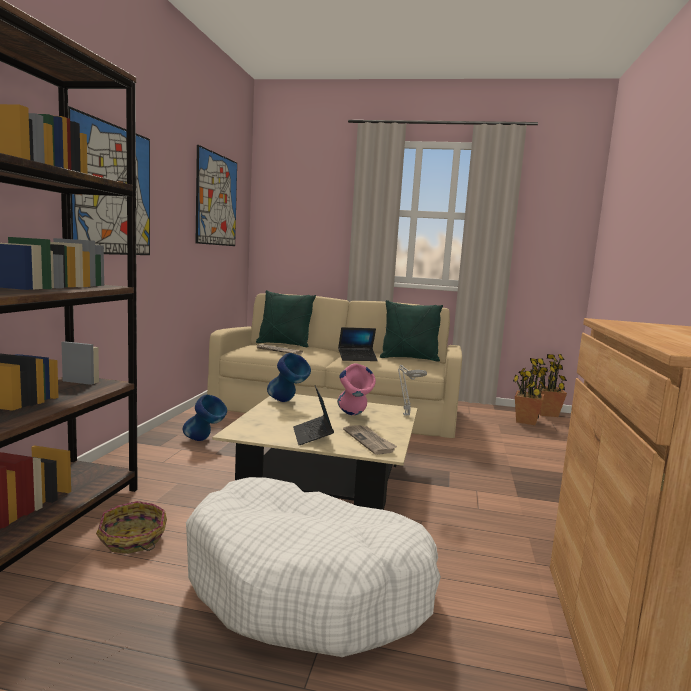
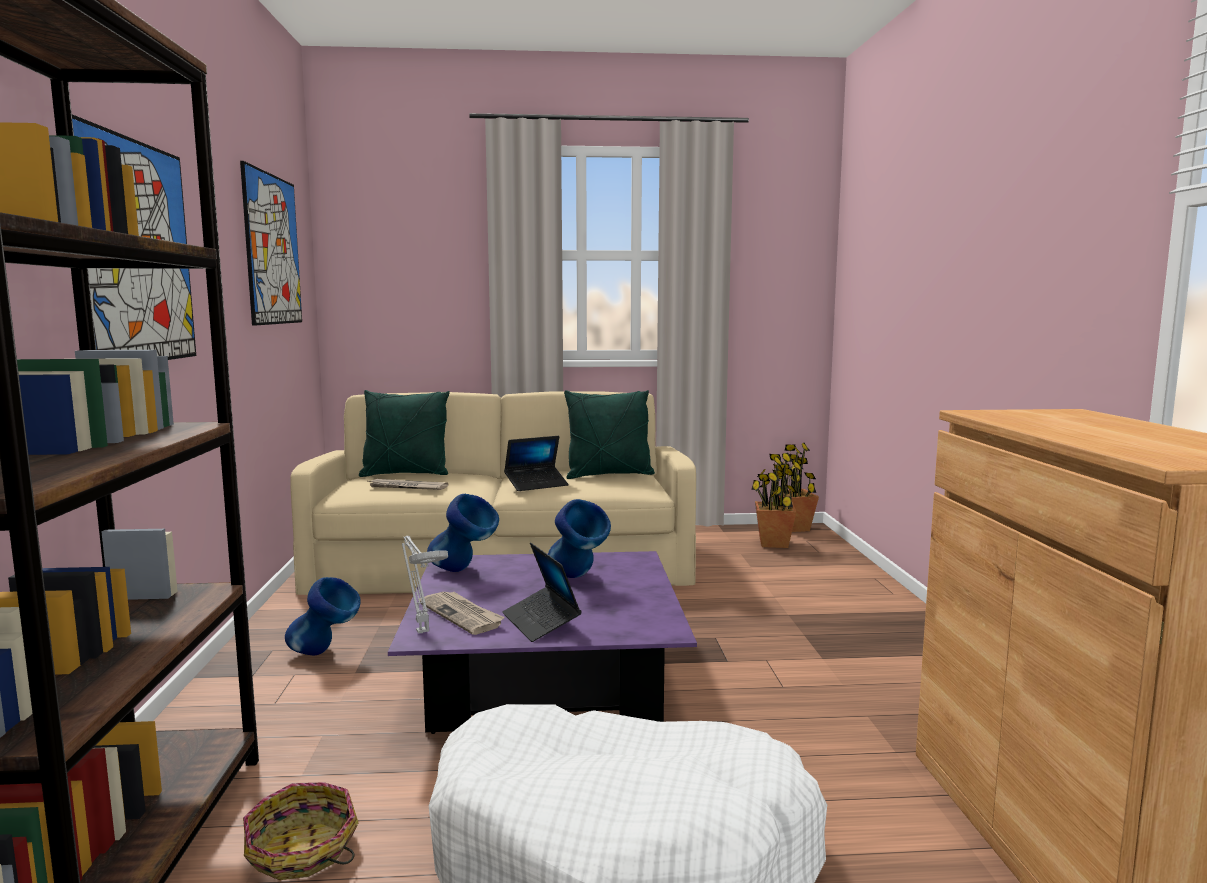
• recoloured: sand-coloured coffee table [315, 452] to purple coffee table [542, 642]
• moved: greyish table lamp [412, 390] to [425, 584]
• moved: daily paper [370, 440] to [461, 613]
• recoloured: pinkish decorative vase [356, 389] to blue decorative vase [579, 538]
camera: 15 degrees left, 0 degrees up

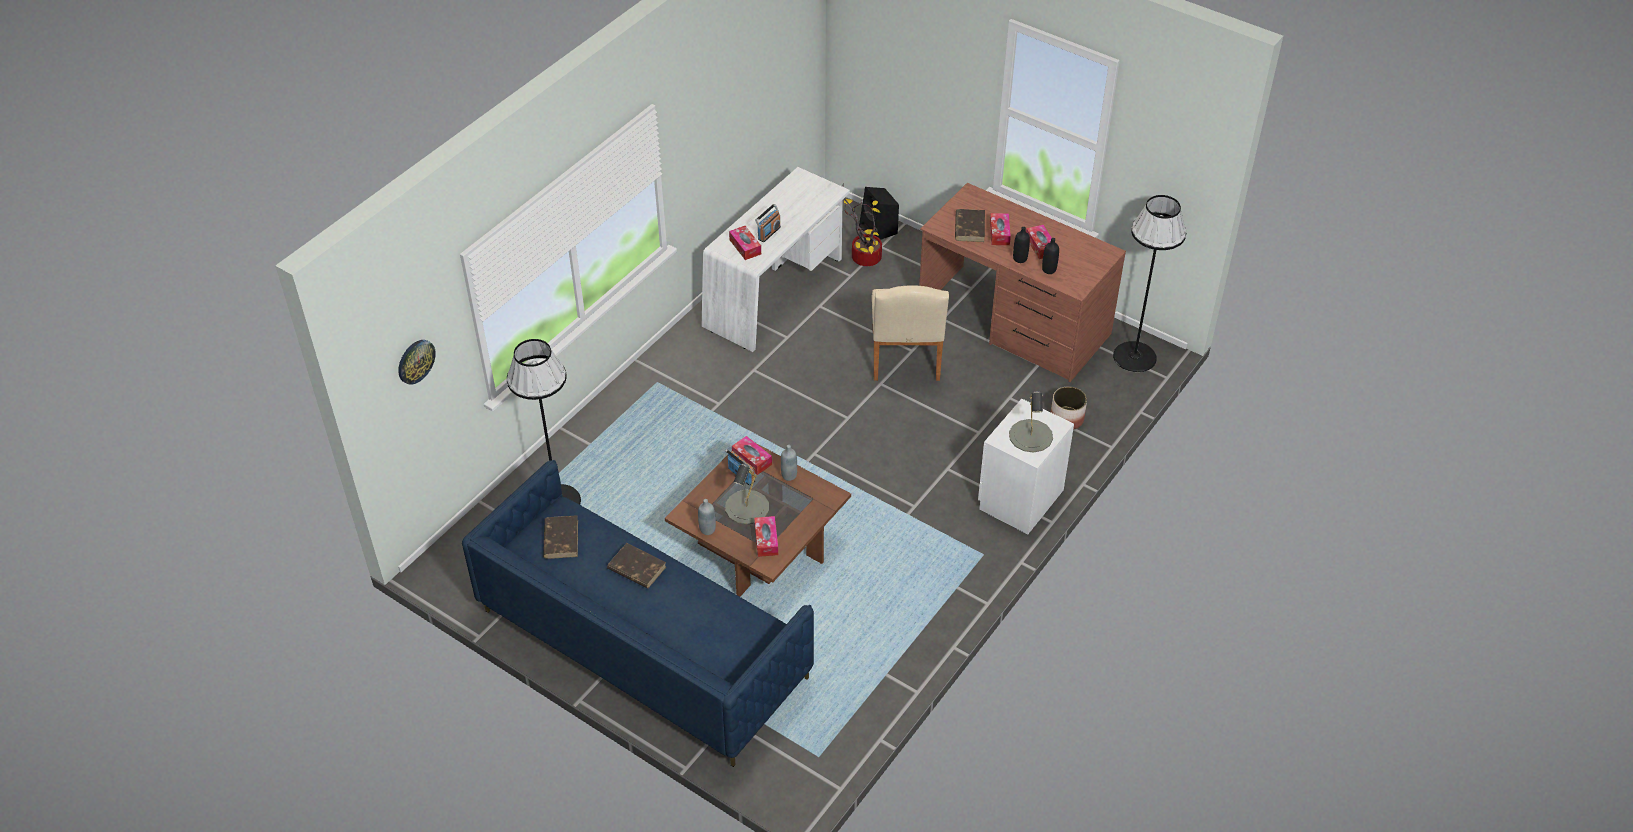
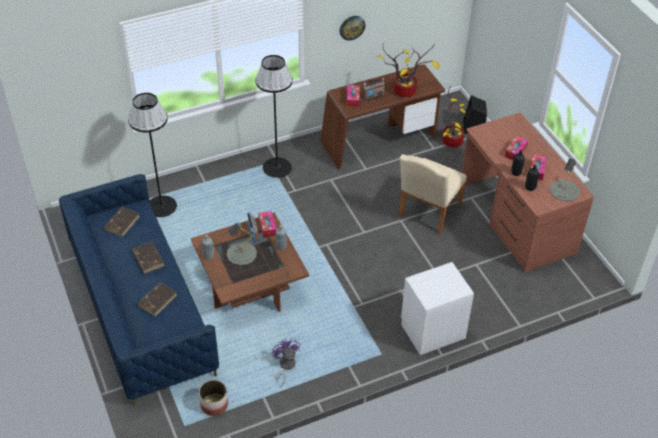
• moved: brown book [970, 225] to [157, 299]
• moved: plant pot [1069, 408] to [213, 398]
• moved: blackish floor lamp [1149, 283] to [274, 116]
• added: purple fan [286, 362]
• recoloured: whitish desk table [776, 259] to brown desk table [382, 116]
• moved: hanging clock [417, 362] to [352, 28]
• added: houseplant [408, 70]
• moved: greyish table lamp [1031, 422] to [565, 179]
• removed: box of tissues [766, 536]
camera: 30 degrees right, 0 degrees up

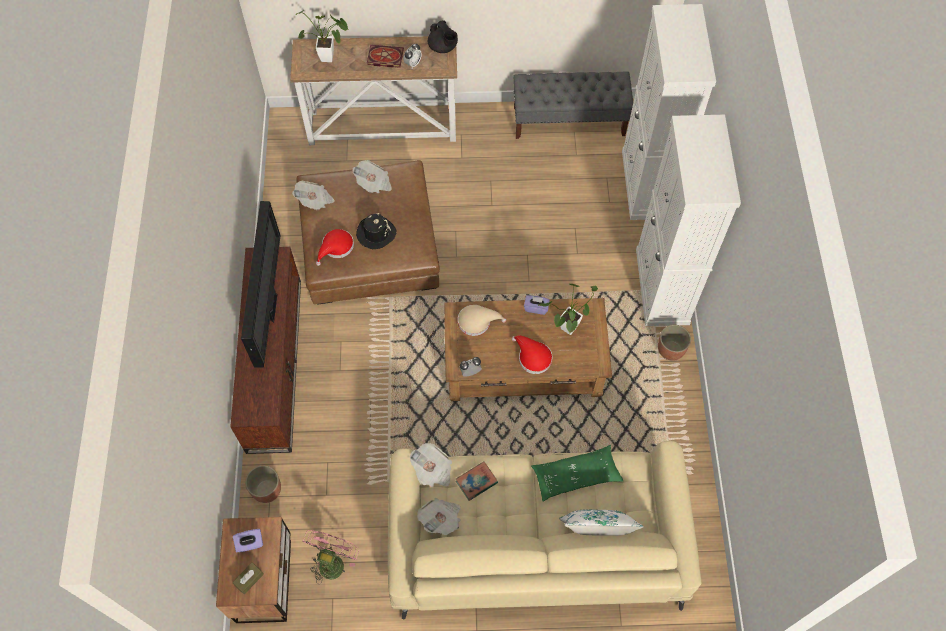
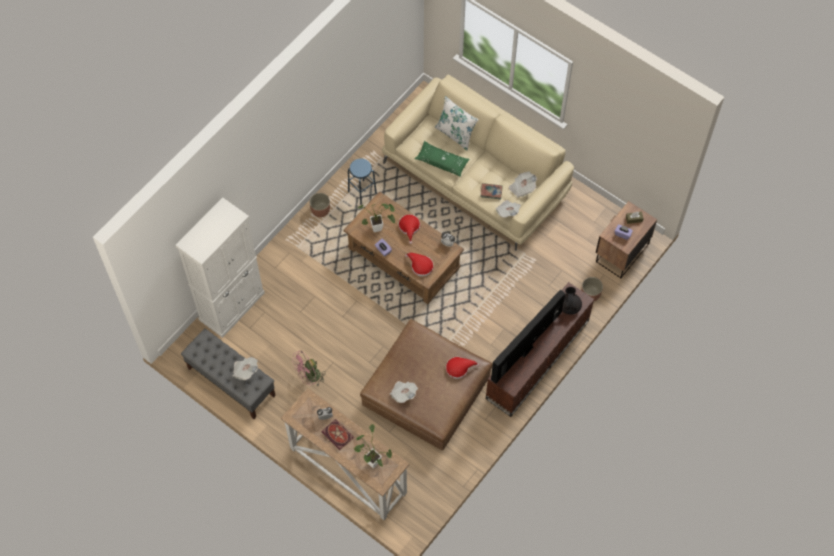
• moved: daily paper [313, 195] to [245, 368]
• moved: pinkish fan [331, 557] to [309, 368]
• added: blue stool [362, 182]
• recoloured: sand-coloured wearable hat [482, 320] to reddish wearable hat [419, 265]
• moved: blackish pot for tea [443, 36] to [572, 301]
• removed: blackish wearable hat [376, 231]
• removed: whitish storage cabinet [688, 220]
camera: 140 degrees left, 0 degrees up

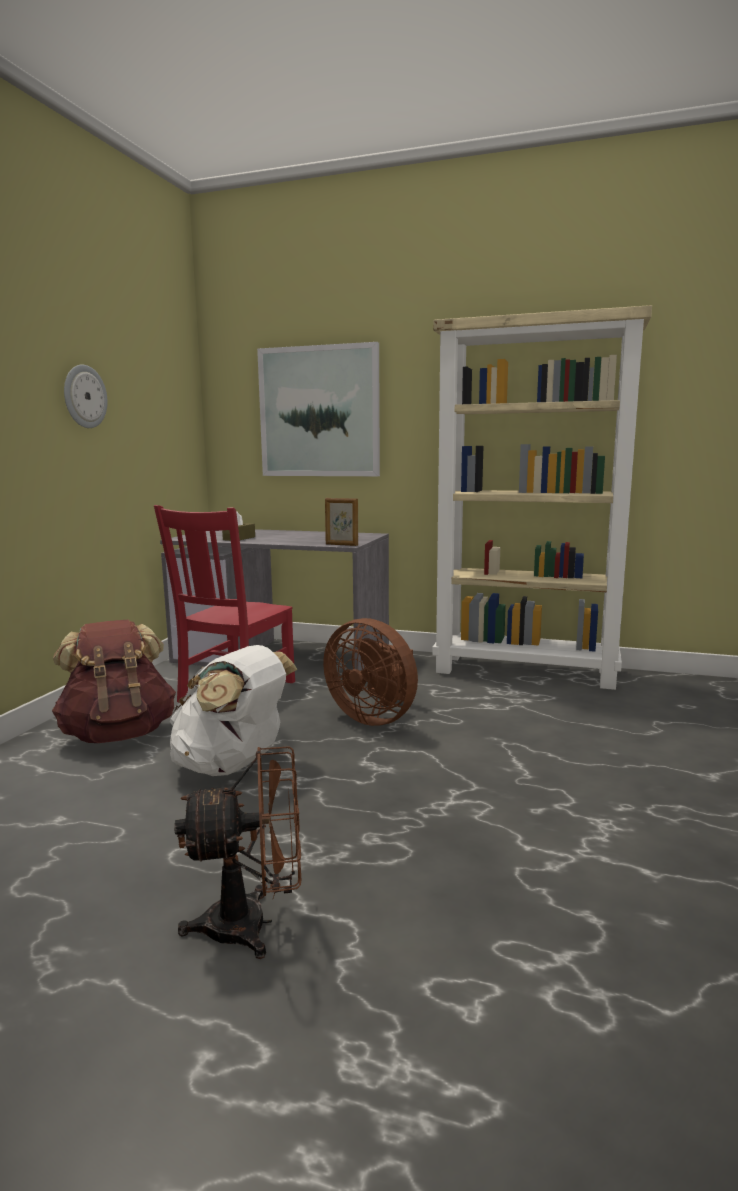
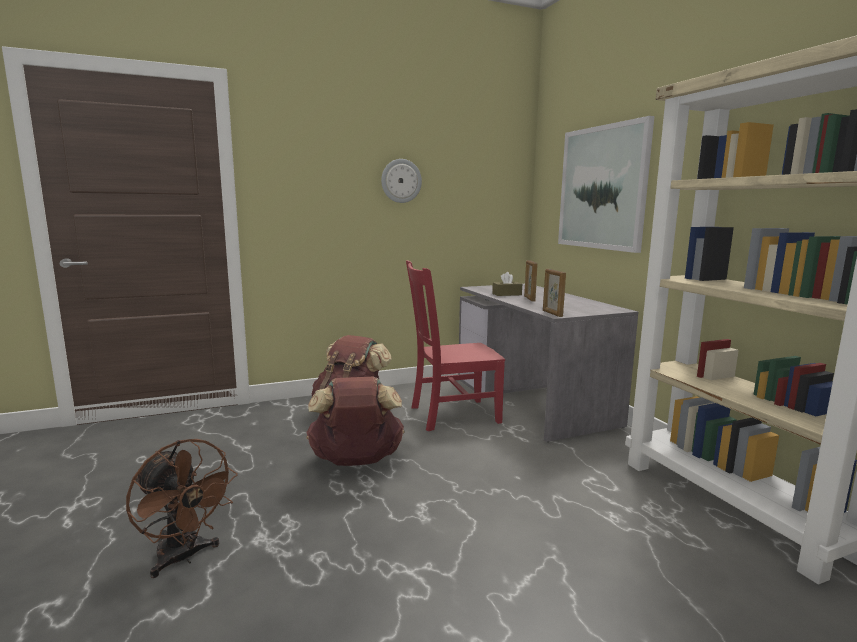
• recoloured: whitish backpack [234, 710] to brown backpack [355, 421]
• added: photo frame [531, 280]
• removed: brown fan [370, 672]
camera: 50 degrees right, 0 degrees up

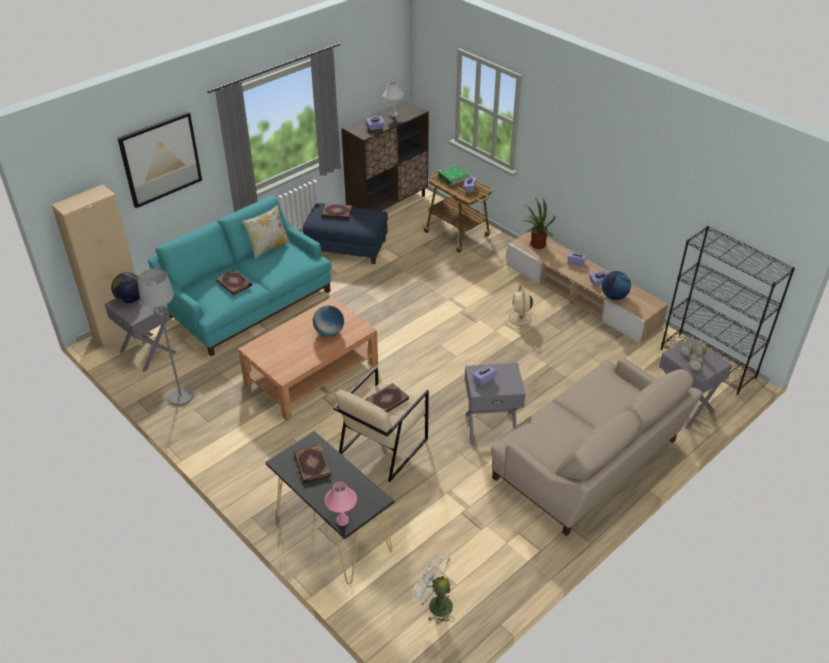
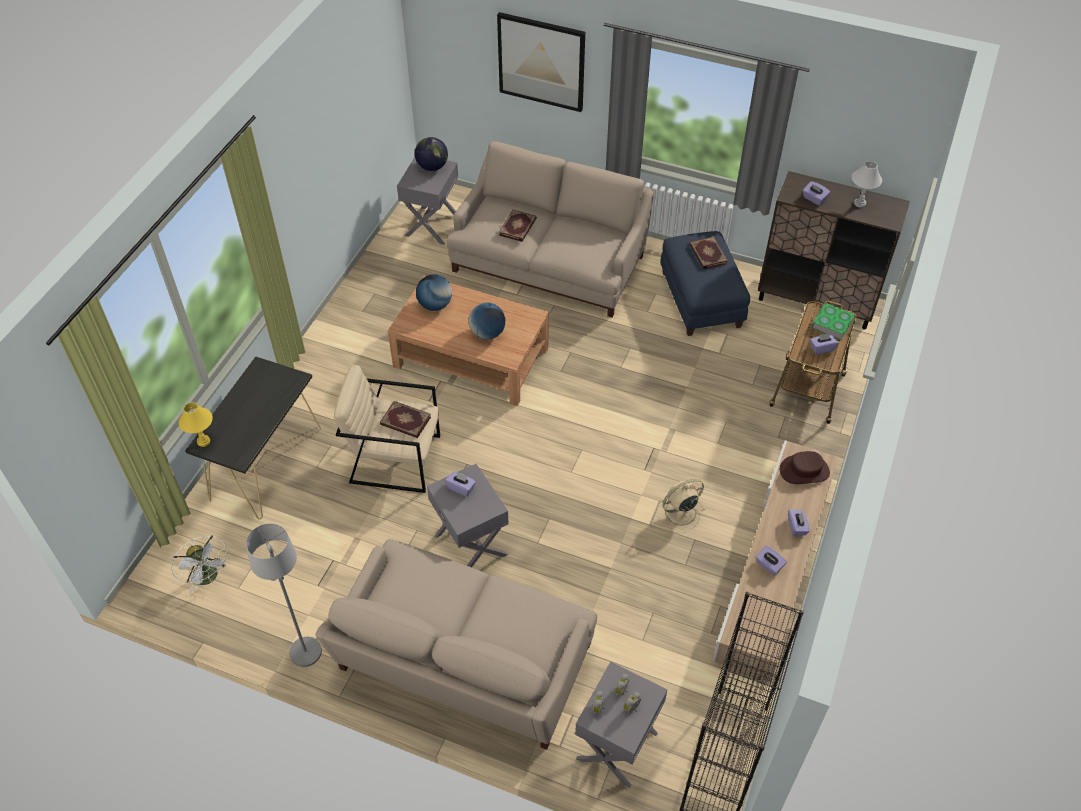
• turned: whitish fan [433, 589] = [200, 564] 135 degrees clockwise
• recoloured: pinkish table lamp [340, 504] to yellowish table lamp [196, 424]
• moved: greyish floor lamp [165, 337] to [284, 595]
• moved: desk globe [616, 285] to [434, 292]
• recoloured: turquoise sofa [239, 276] to sand-coloured sofa [550, 229]
• replaced: houseplant [538, 223] to brown wearable hat [805, 467]
• removed: sand-coloured storage cabinet [93, 266]
• removed: throw pillow [266, 232]
• removed: book [313, 463]
camera: 65 degrees right, 10 degrees up

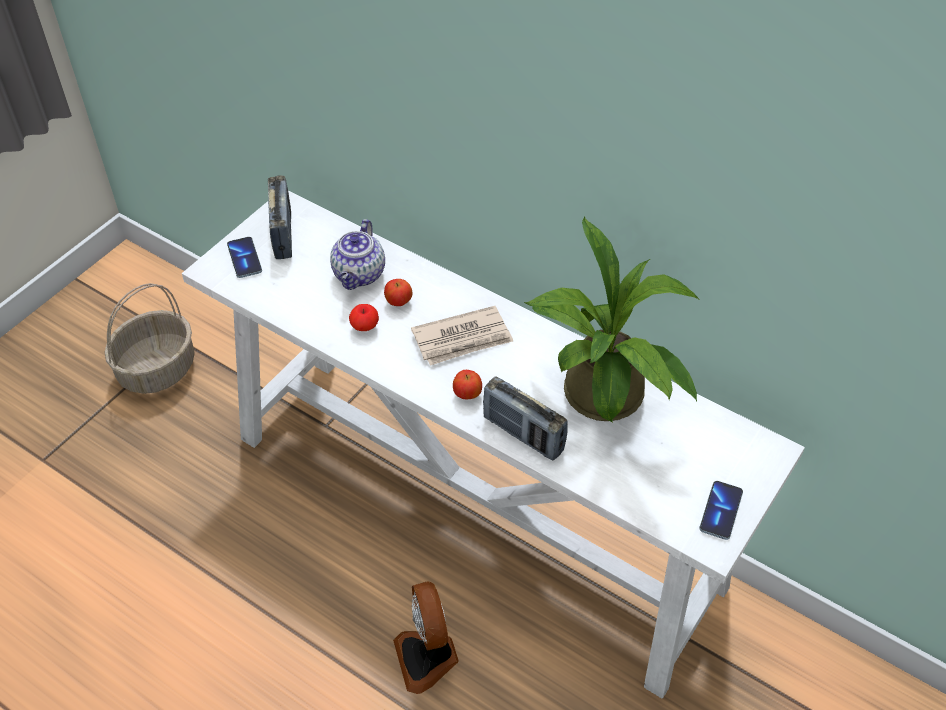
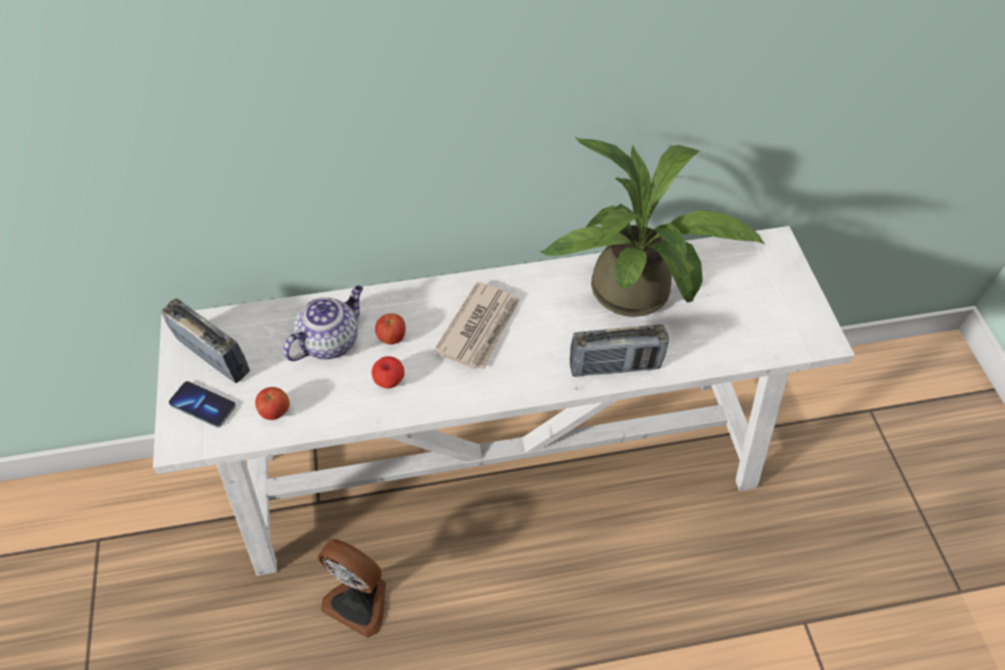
• moved: whole apple [467, 384] to [272, 403]
• turned: pot for tea [357, 254] = [323, 323] 105 degrees counterclockwise
• moved: fan [426, 637] to [352, 588]
• removed: basket [150, 338]
• removed: phone [721, 510]
camera: 45 degrees left, 5 degrees up

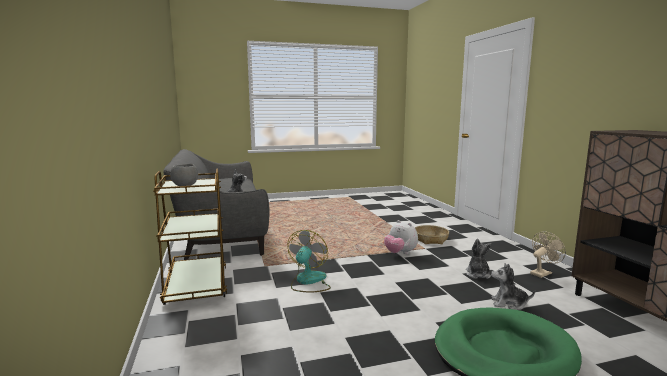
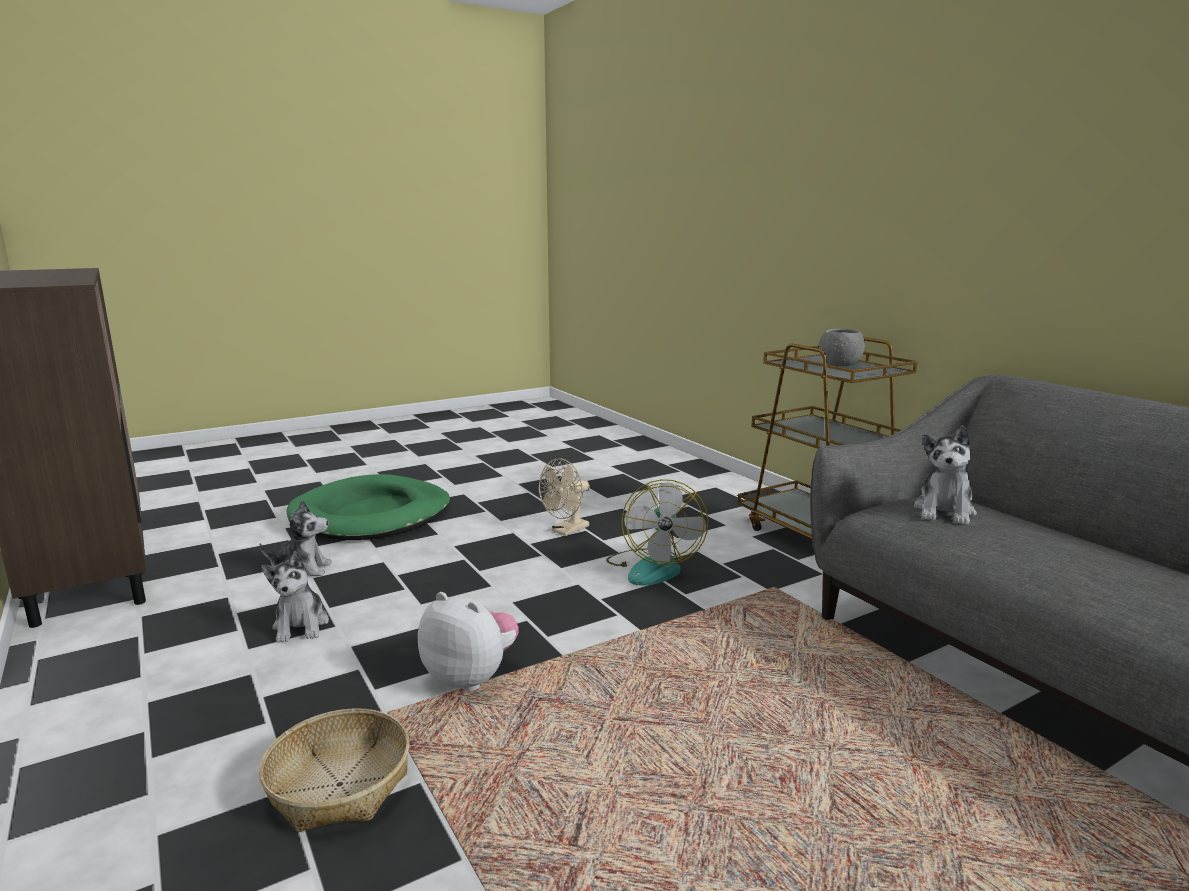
• moved: sand-coloured fan [548, 254] to [564, 497]
camera: 165 degrees right, 5 degrees up

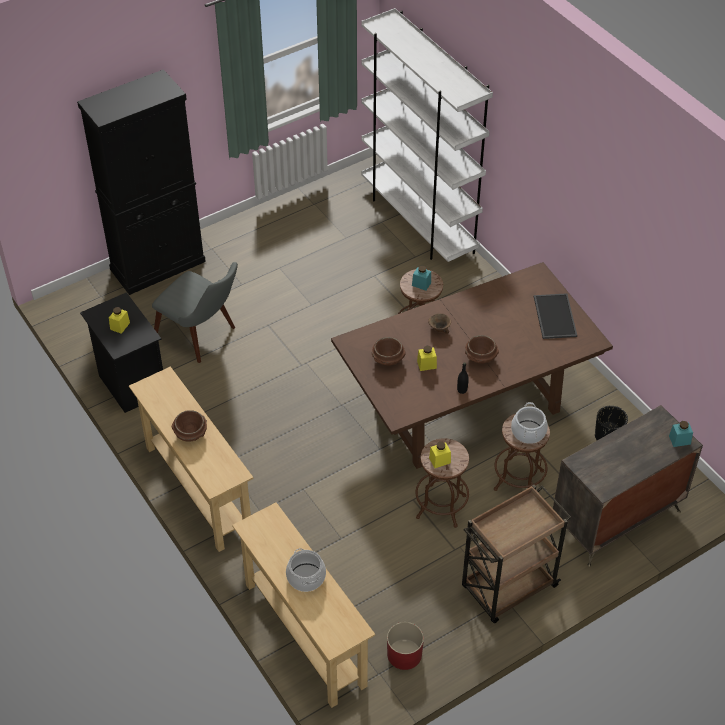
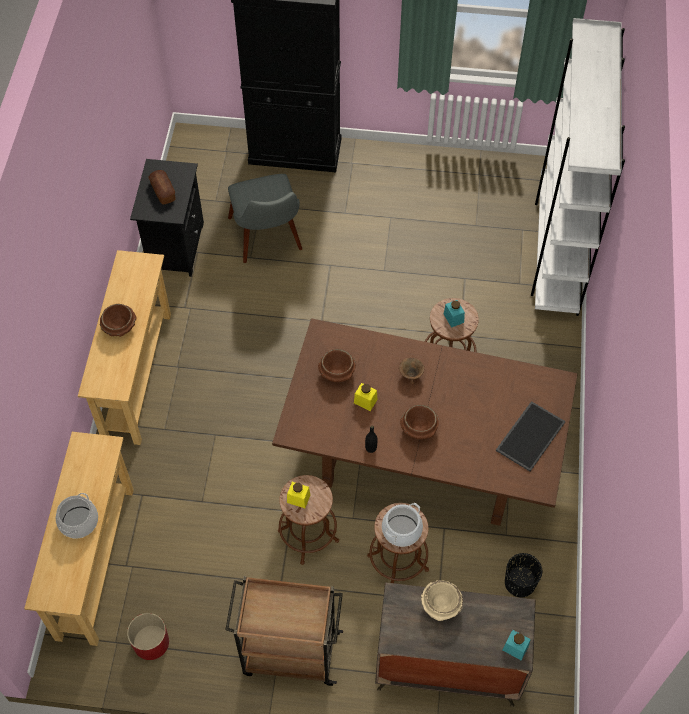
• replaced: yellowish storage jar [119, 320] to baked bread [161, 187]
• added: sand-coloured deep dish [442, 600]
camera: 40 degrees right, 10 degrees up

